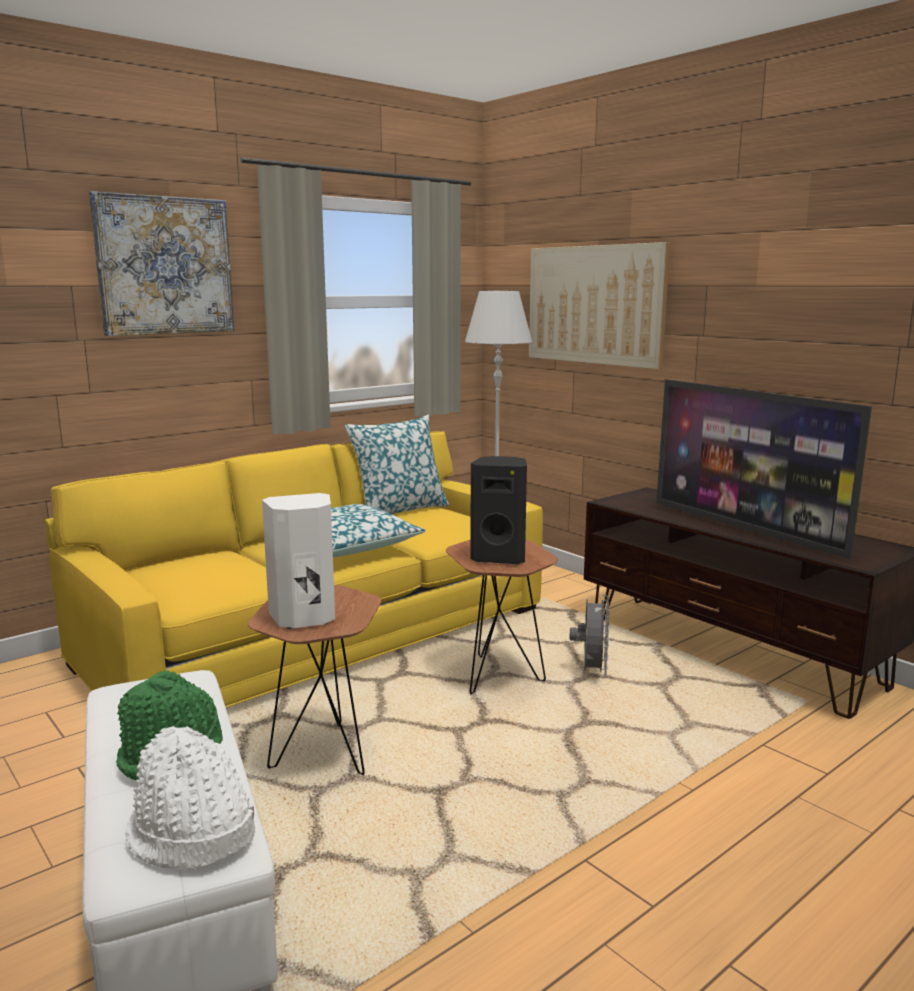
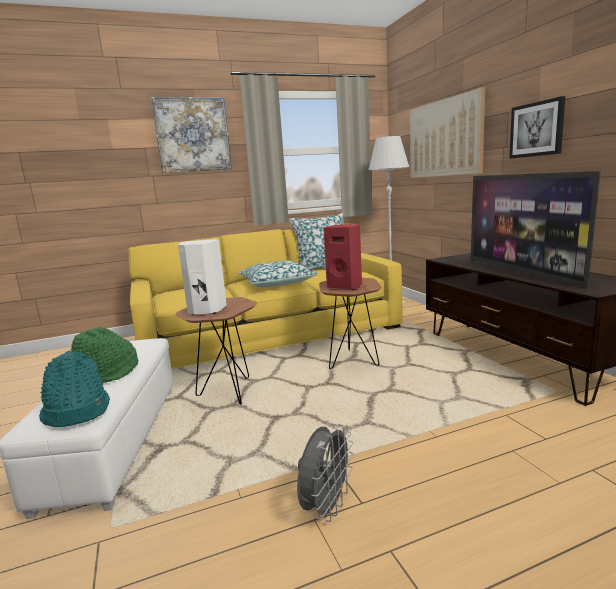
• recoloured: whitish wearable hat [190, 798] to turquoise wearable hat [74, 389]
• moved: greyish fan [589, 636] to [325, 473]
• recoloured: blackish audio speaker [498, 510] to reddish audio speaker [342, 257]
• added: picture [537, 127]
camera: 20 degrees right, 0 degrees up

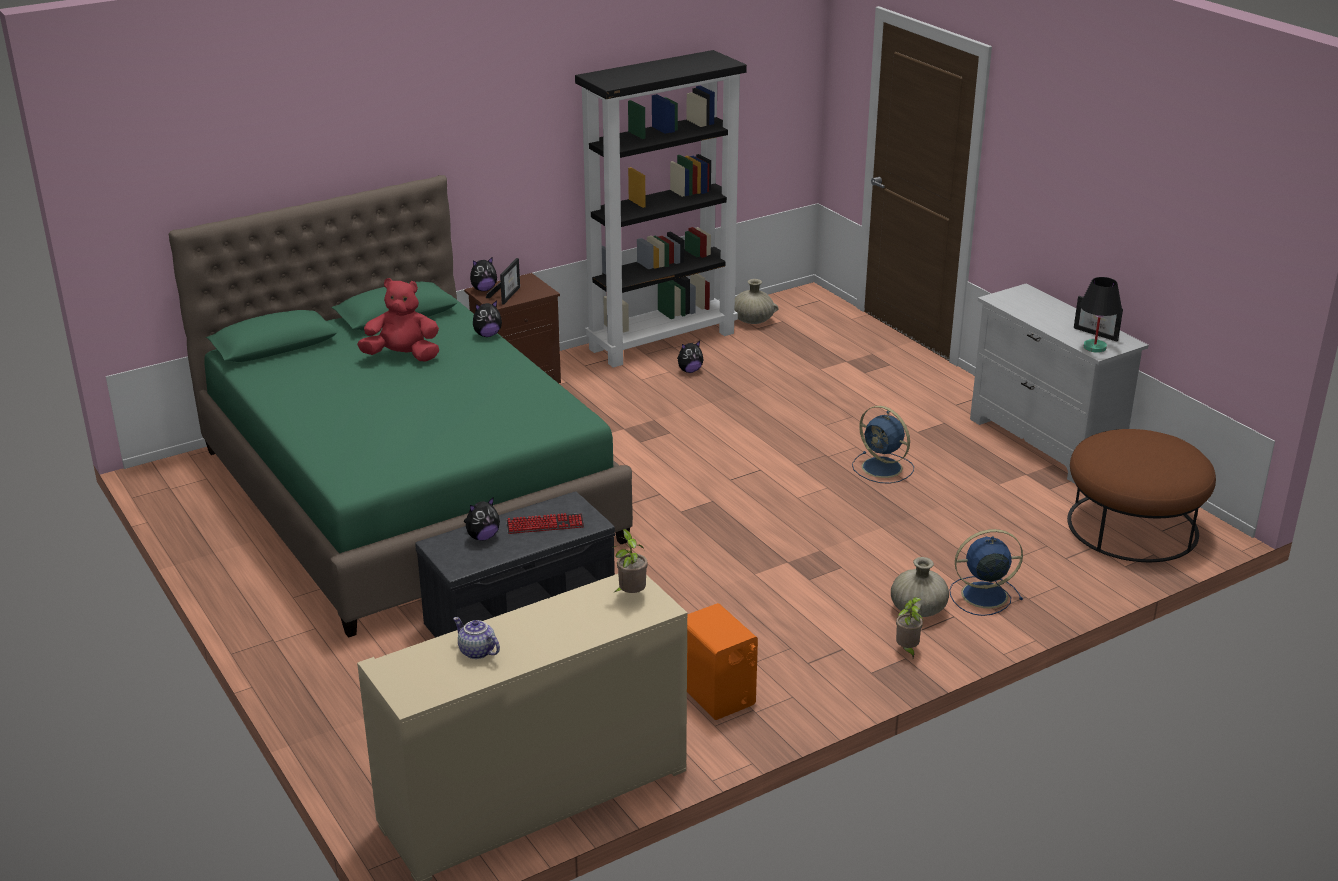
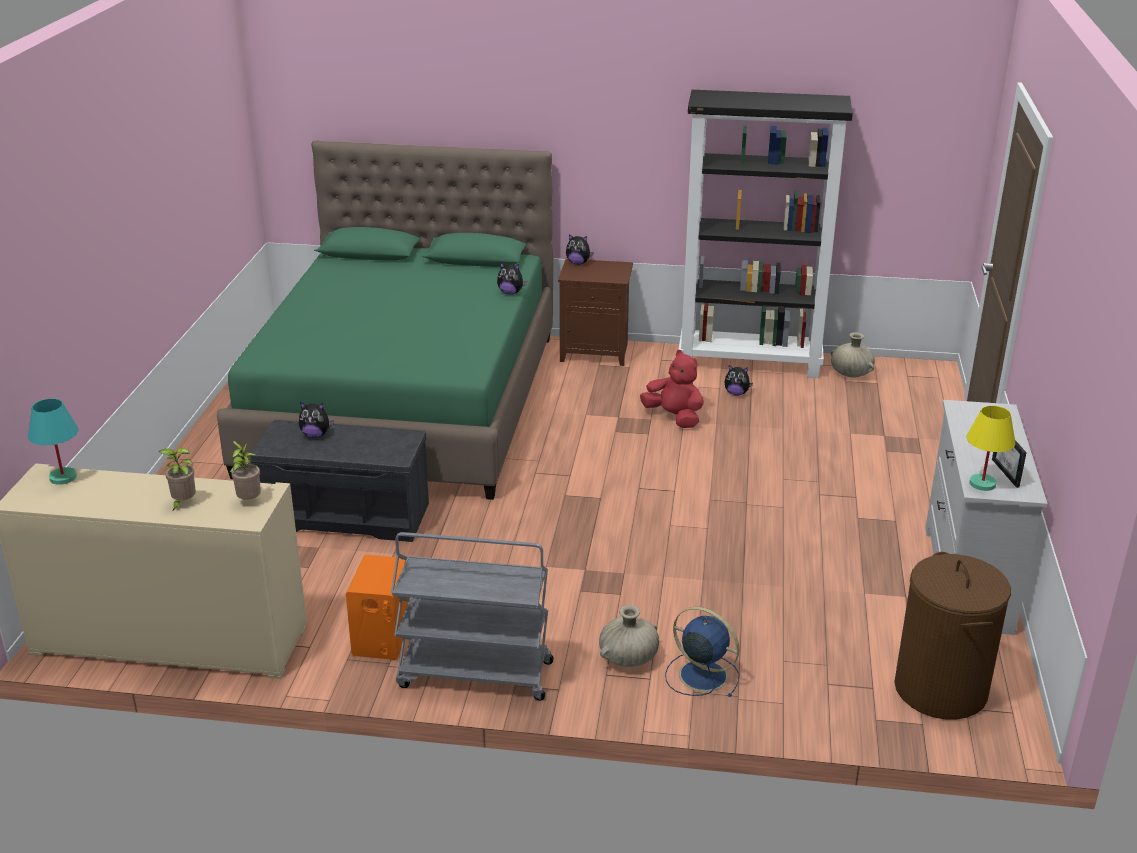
• added: turquoise table lamp [53, 441]
• moved: houseplant [909, 627] to [177, 479]
• added: greyish cart [472, 616]
• moved: reddish soft toy [398, 319] to [672, 389]
• replaced: brown pouffe [1141, 495] to brown hamper [952, 636]
• recoloured: blackish table lamp [1101, 315] to yellowish table lamp [990, 448]
• removed: pot for tea [476, 638]
• removed: photo frame [503, 281]
• removed: computer keyboard [545, 523]
• removed: blue fan [883, 445]
camera: 40 degrees right, 0 degrees up

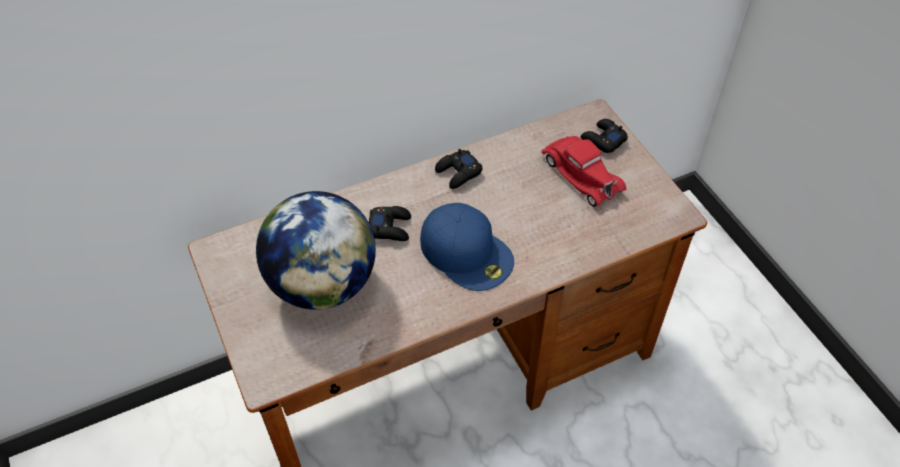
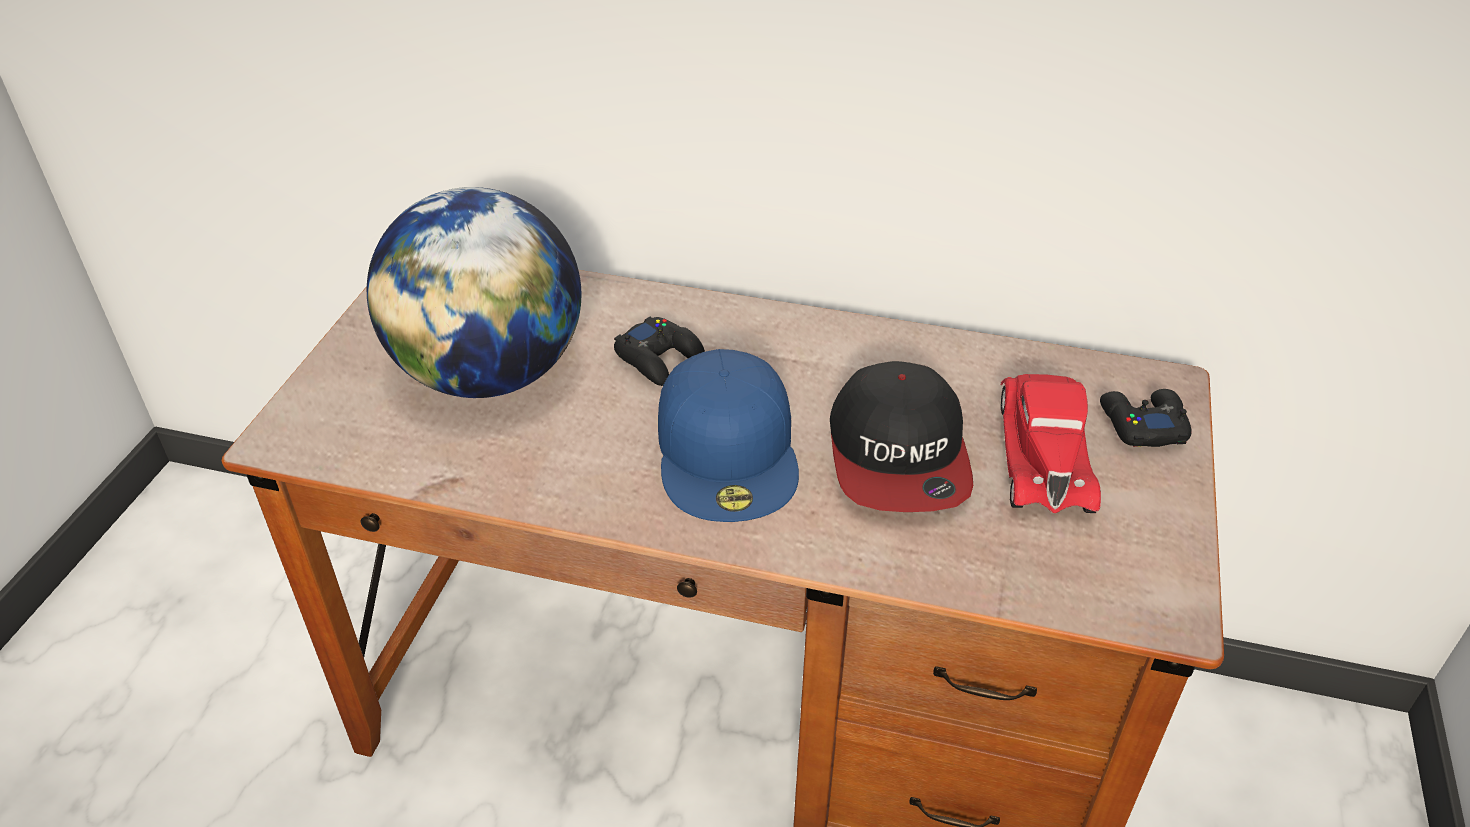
• added: baseball cap [901, 436]
• removed: blackish joypad [459, 169]
camera: 40 degrees right, 10 degrees down

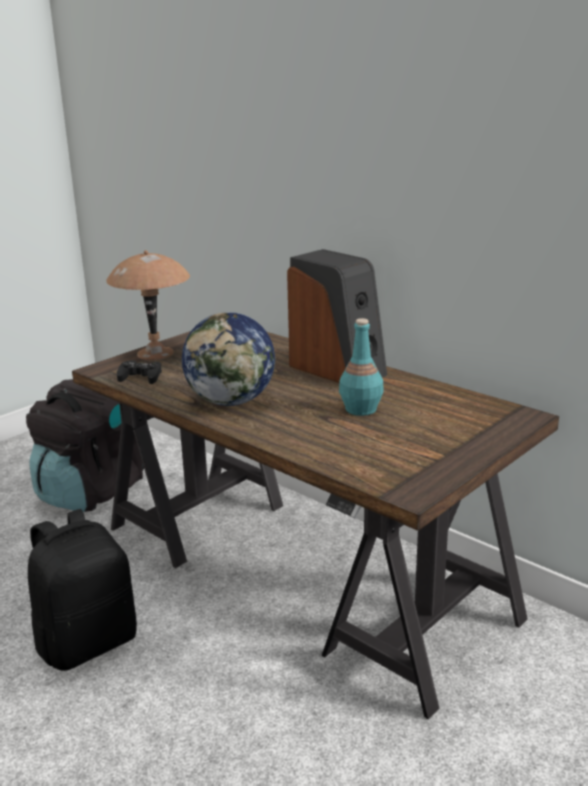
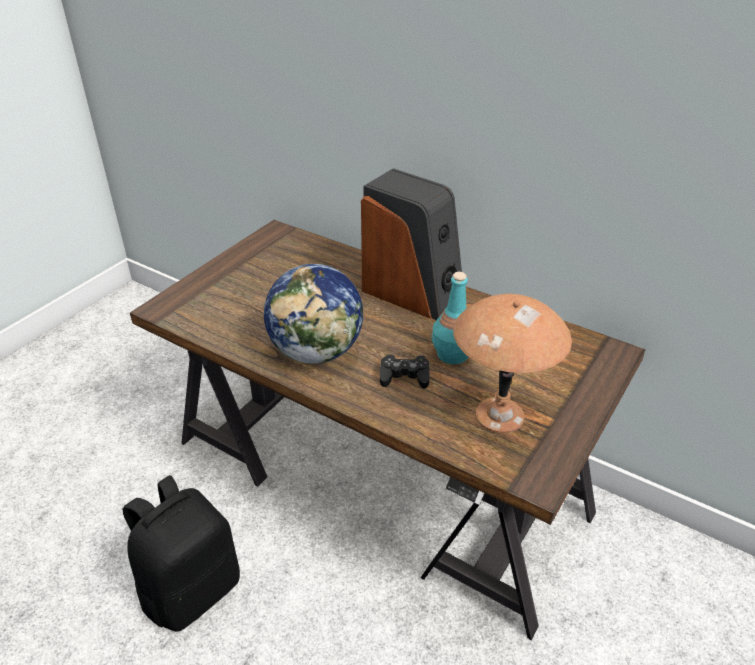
• moved: blackish joypad [139, 372] to [405, 371]
• moved: brown table lamp [148, 305] to [512, 363]
• removed: blackish backpack [85, 445]
camera: 10 degrees left, 15 degrees up

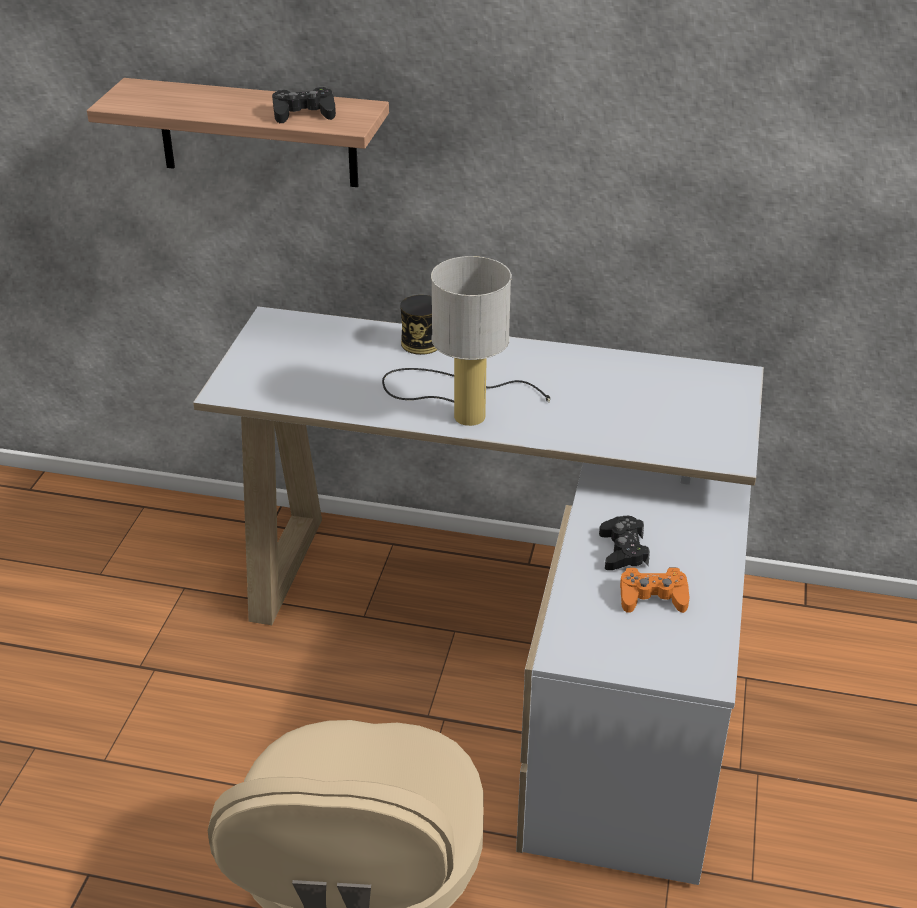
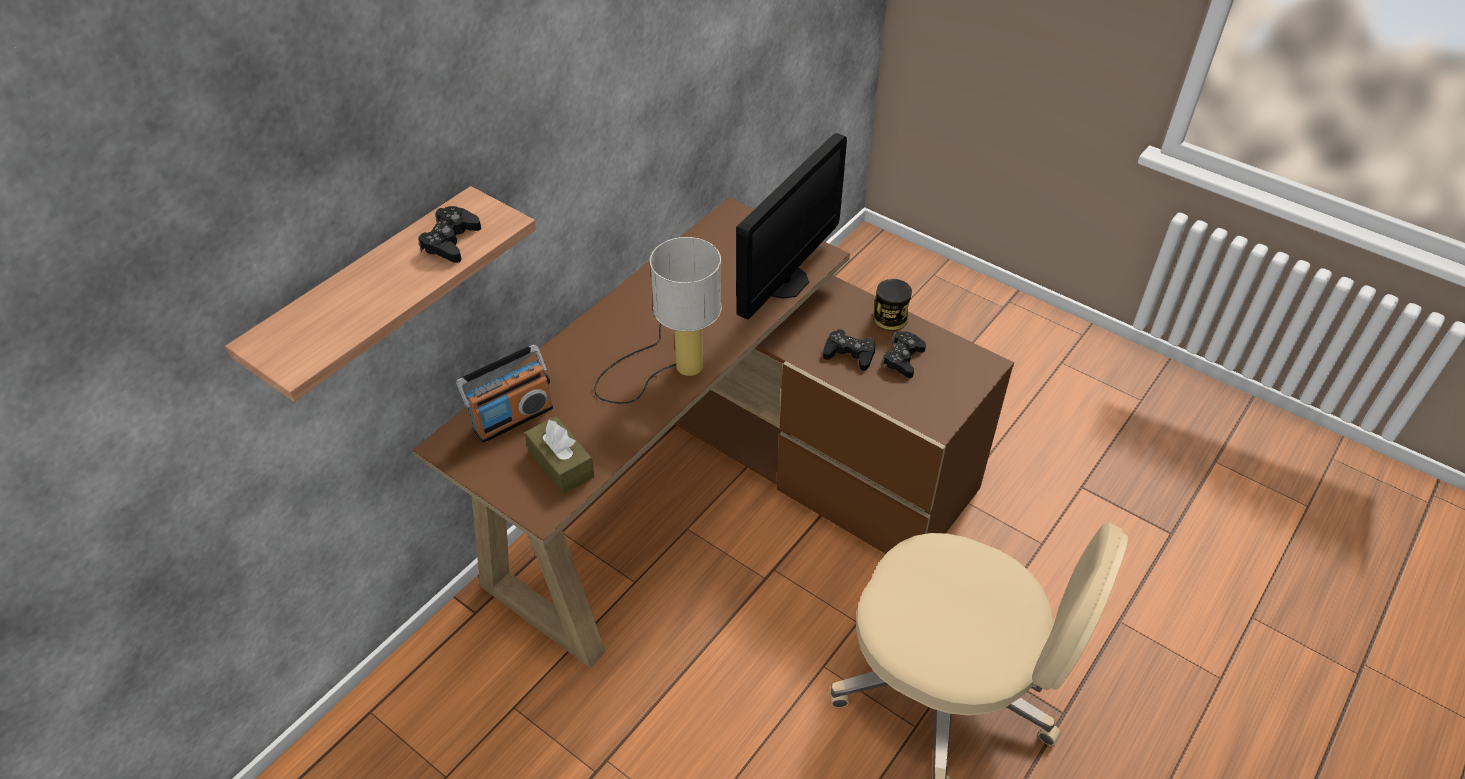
• recoloured: whitish desk table [478, 595] to brown desk table [713, 432]
• added: radio set [504, 393]
• added: brown box of tissues [559, 455]
• added: monitor [791, 226]
• moved: sealed can [418, 325] to [892, 305]
• recoloured: orange-coloured joypad [655, 590] to blackish joypad [904, 354]
camera: 65 degrees left, 10 degrees up

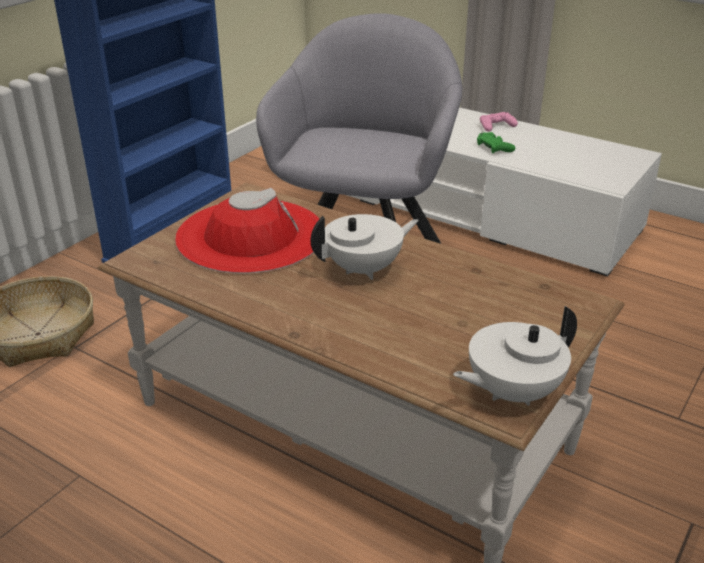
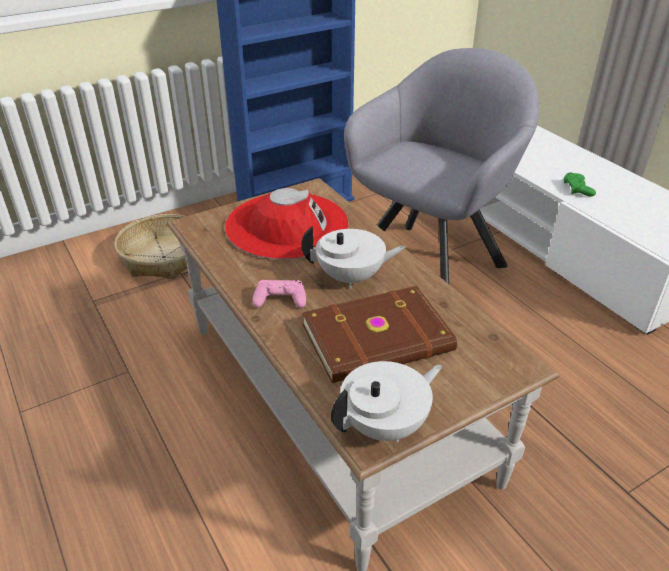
• moved: pinkish joypad [499, 122] to [279, 294]
• added: brown book [379, 334]
• turned: whitish pot for tea [515, 356] = [386, 401] 150 degrees clockwise
camera: 25 degrees right, 5 degrees up

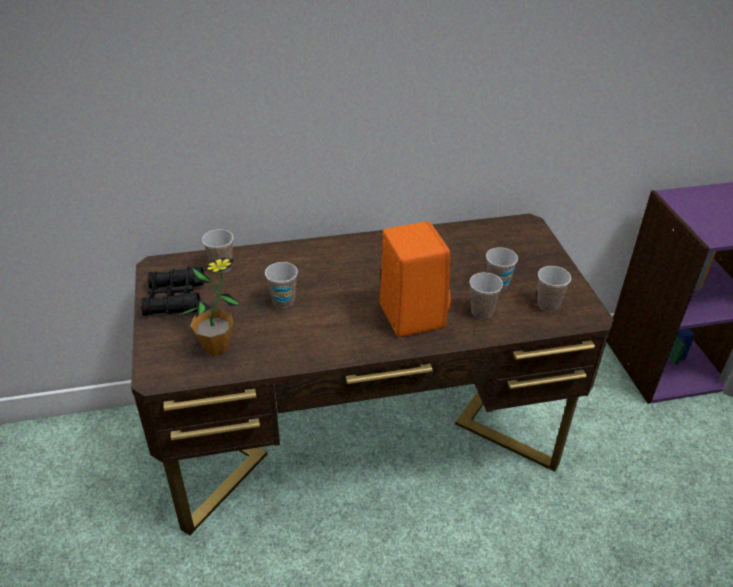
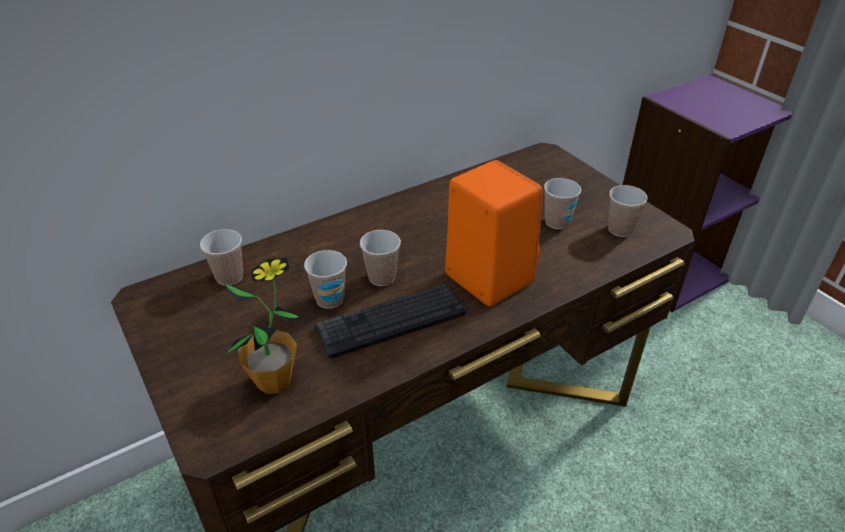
• added: computer keyboard [390, 321]
• moved: small cup [486, 295] to [380, 258]
• removed: blackish field glasses [172, 291]
camera: 20 degrees left, 0 degrees up

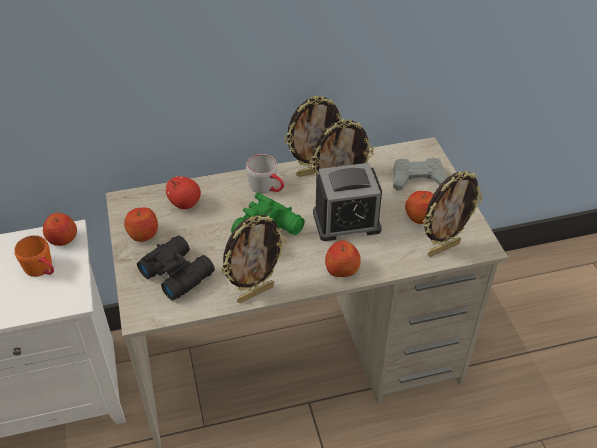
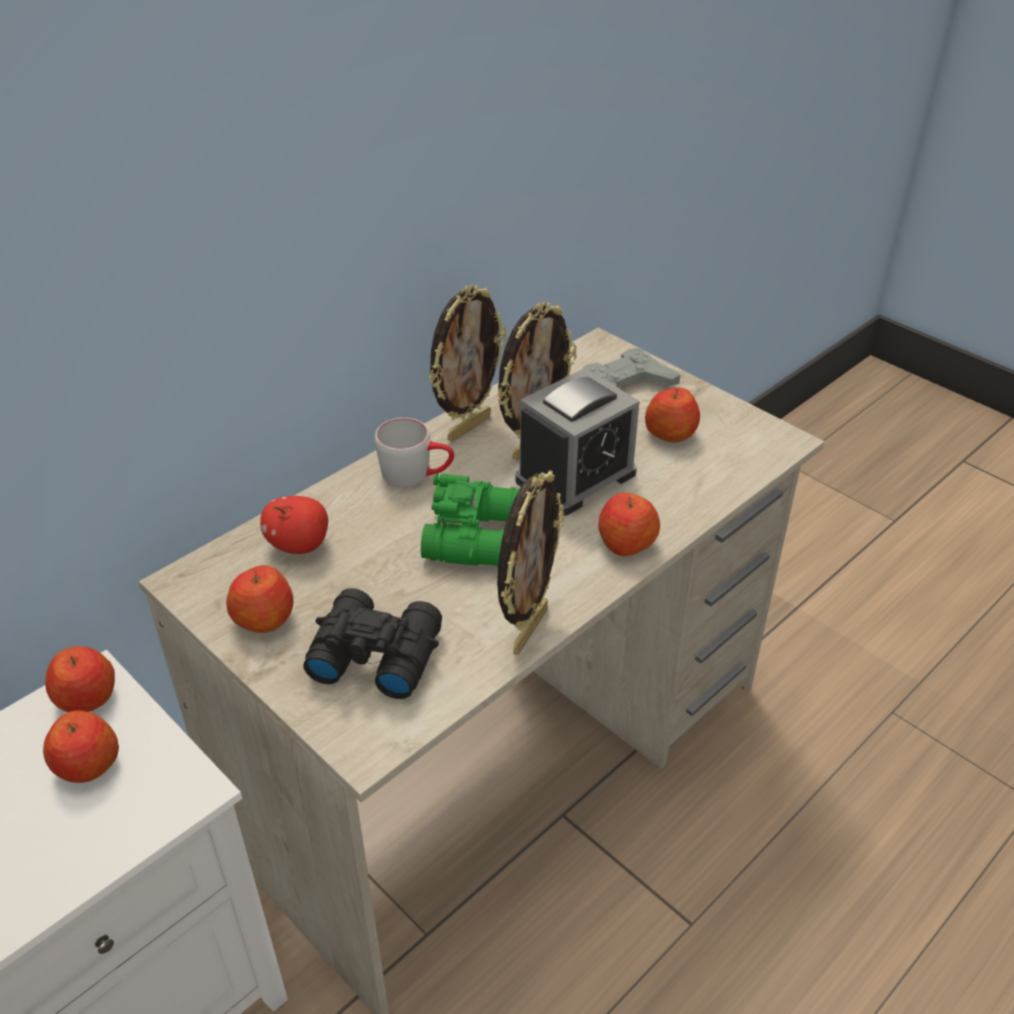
• replaced: orange-coloured coffee mug [34, 256] to whole apple [81, 747]
• removed: photo frame [453, 214]
camera: 30 degrees left, 5 degrees down

